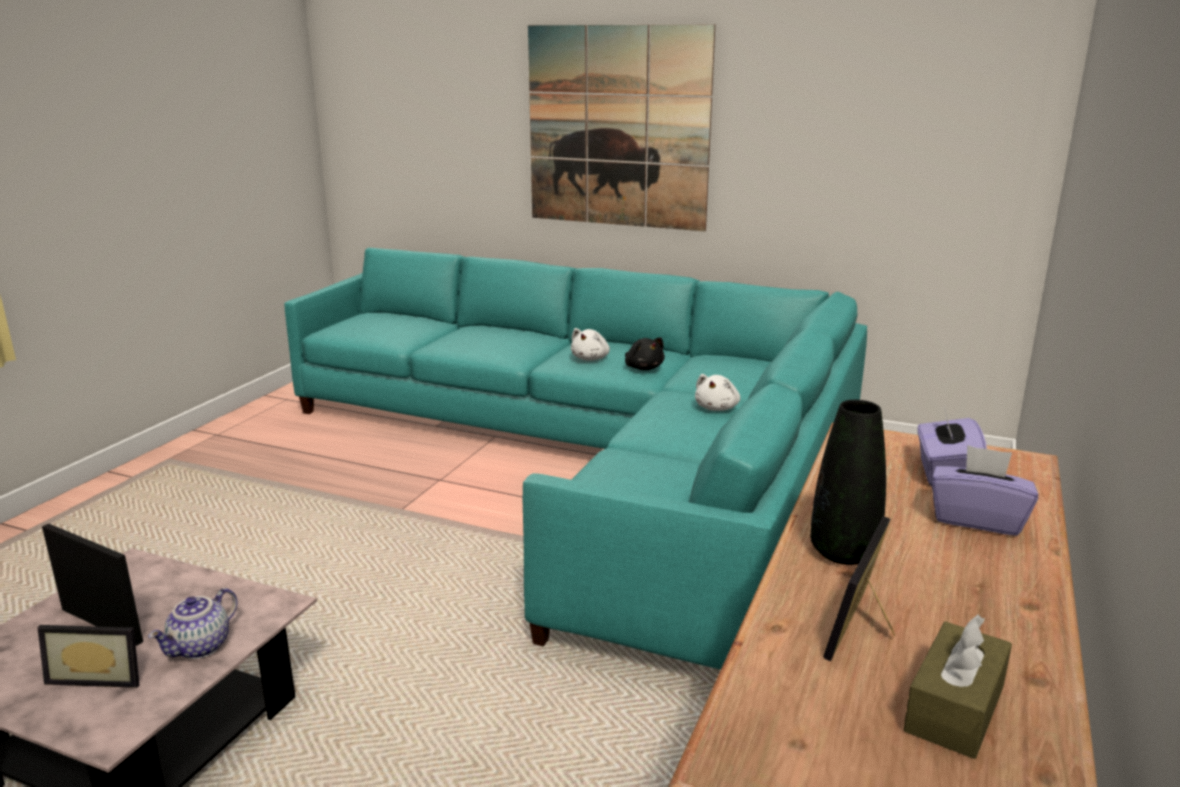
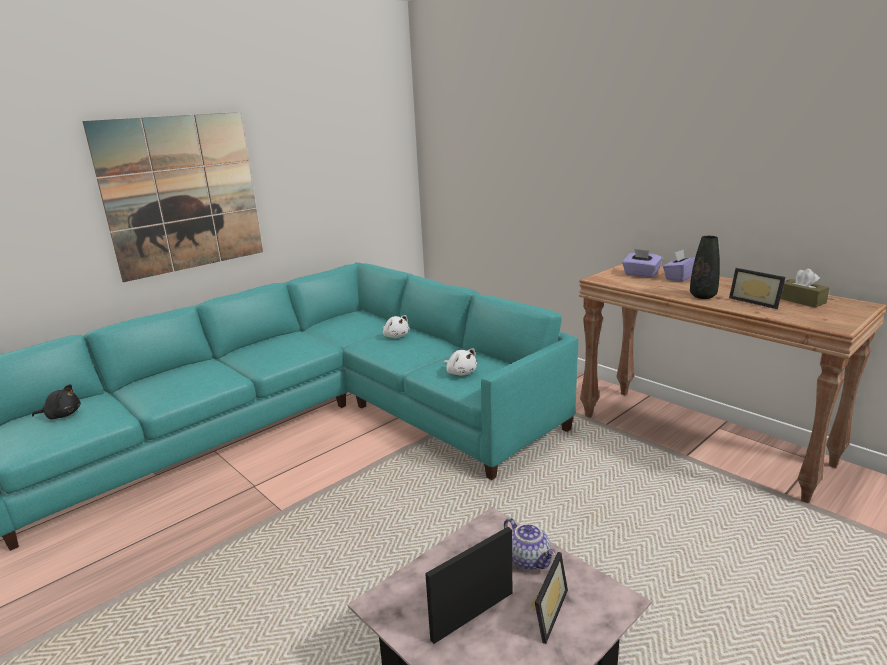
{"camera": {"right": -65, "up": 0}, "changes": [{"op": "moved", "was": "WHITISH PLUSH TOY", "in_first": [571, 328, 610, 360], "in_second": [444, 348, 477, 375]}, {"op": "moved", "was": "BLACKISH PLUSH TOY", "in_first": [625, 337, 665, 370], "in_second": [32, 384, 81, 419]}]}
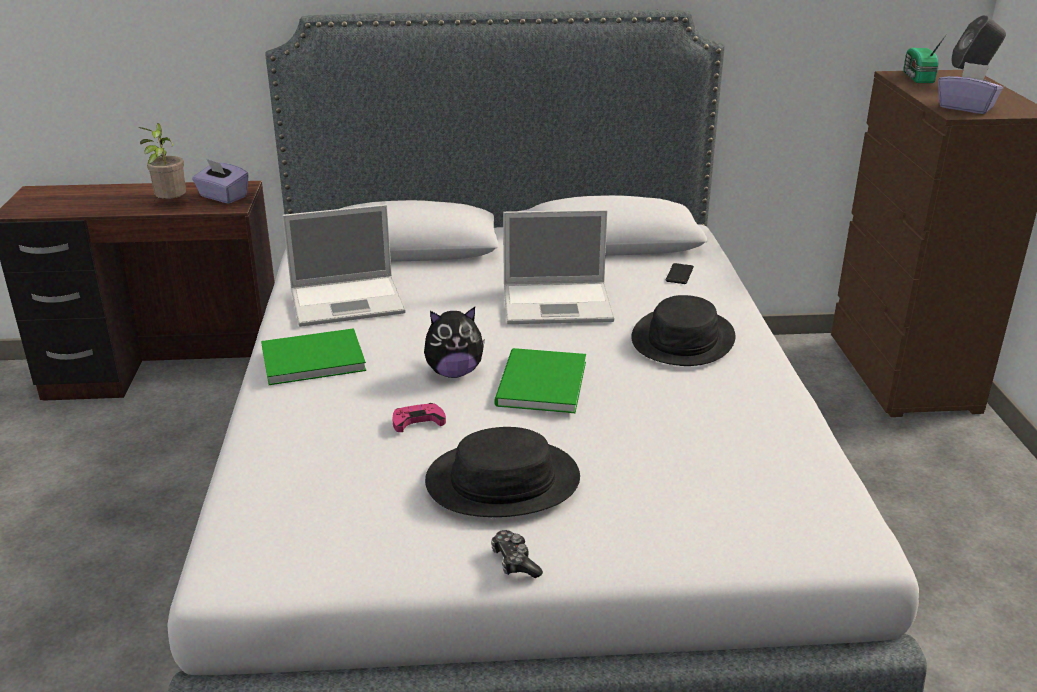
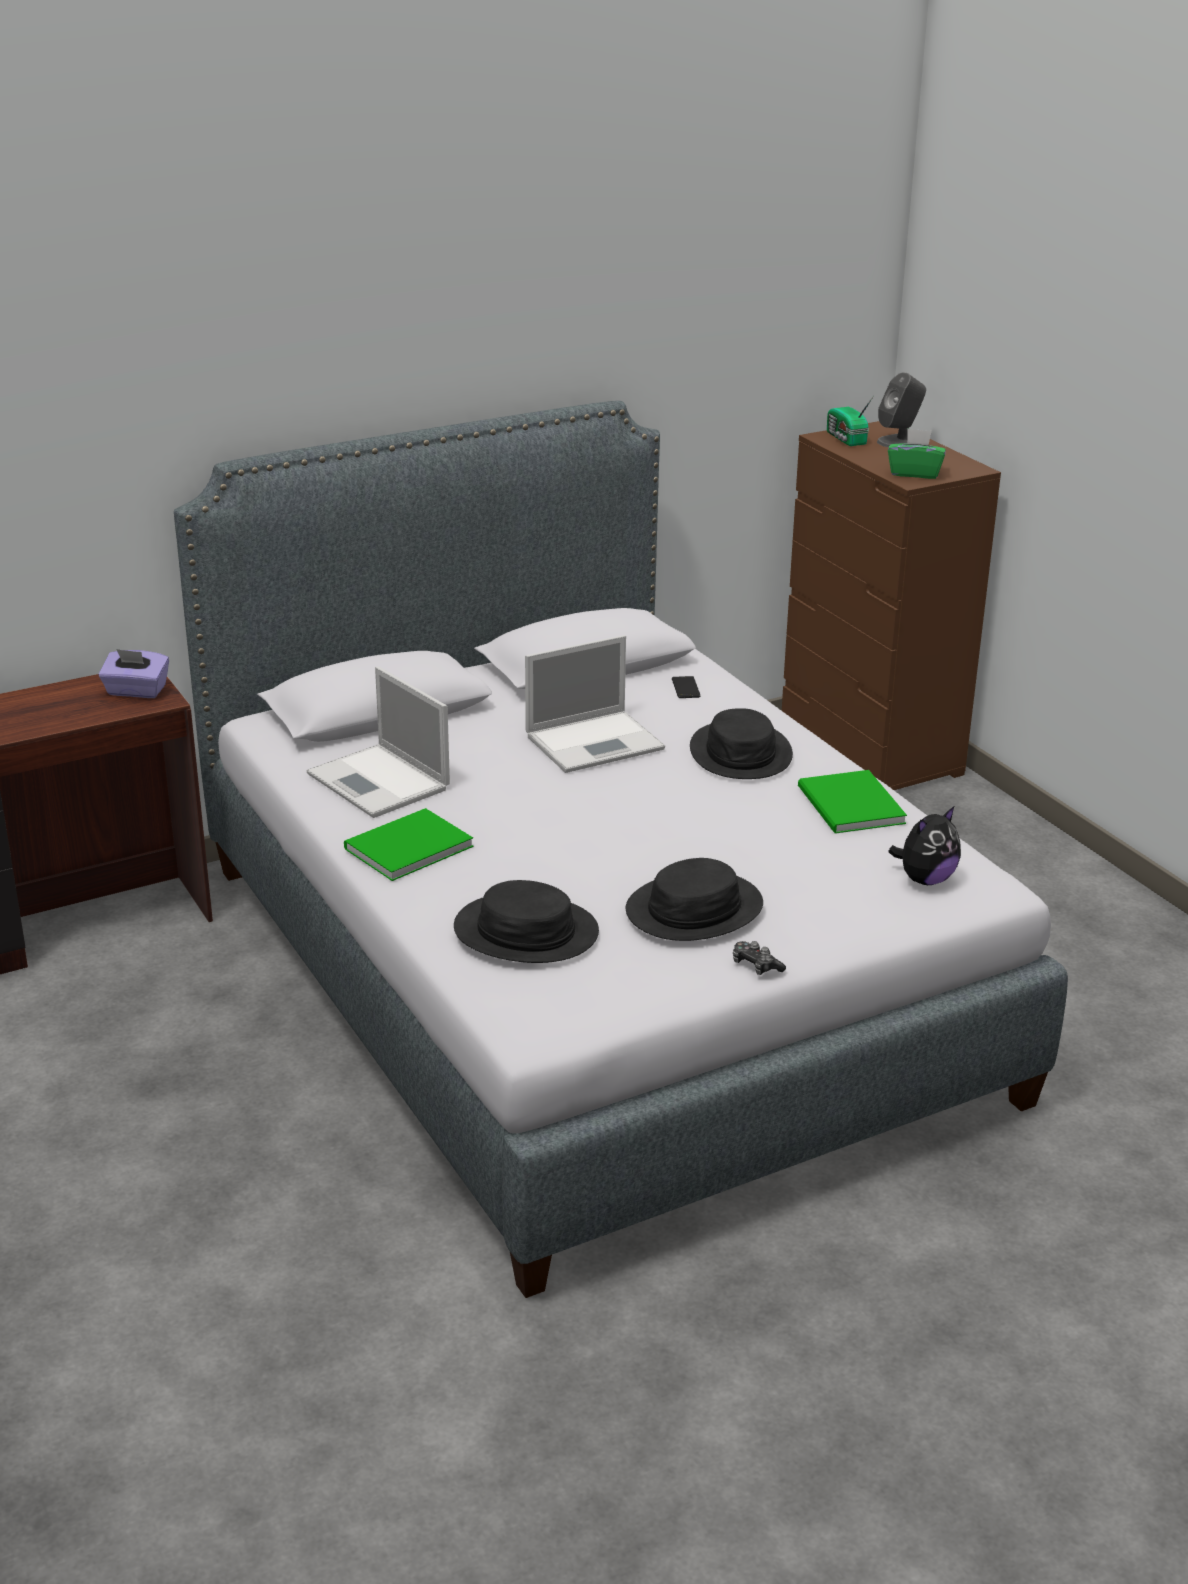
{"camera": {"right": -25, "up": 0}, "changes": [{"op": "removed", "was": "POTTED PLANT", "in_first": [139, 123, 186, 201]}, {"op": "removed", "was": "PINKISH JOYPAD", "in_first": [392, 403, 446, 432]}, {"op": "added", "now": "BLACKISH WEARABLE HAT", "in_second": [454, 880, 599, 963]}, {"op": "moved", "was": "PLUSH TOY", "in_first": [424, 307, 485, 378], "in_second": [889, 807, 961, 885]}, {"op": "moved", "was": "GREENISH VOLUME", "in_first": [494, 348, 586, 413], "in_second": [798, 770, 907, 834]}, {"op": "recoloured", "was": "PURPLE BOX OF TISSUES", "now": "GREENISH BOX OF TISSUES", "in_first": [938, 62, 1003, 114], "in_second": [888, 429, 946, 479]}, {"op": "turned", "was": "NOTEBOOK COMPUTER", "in_first": [282, 204, 406, 327], "in_second": [307, 666, 450, 818], "clockwise": 90}]}
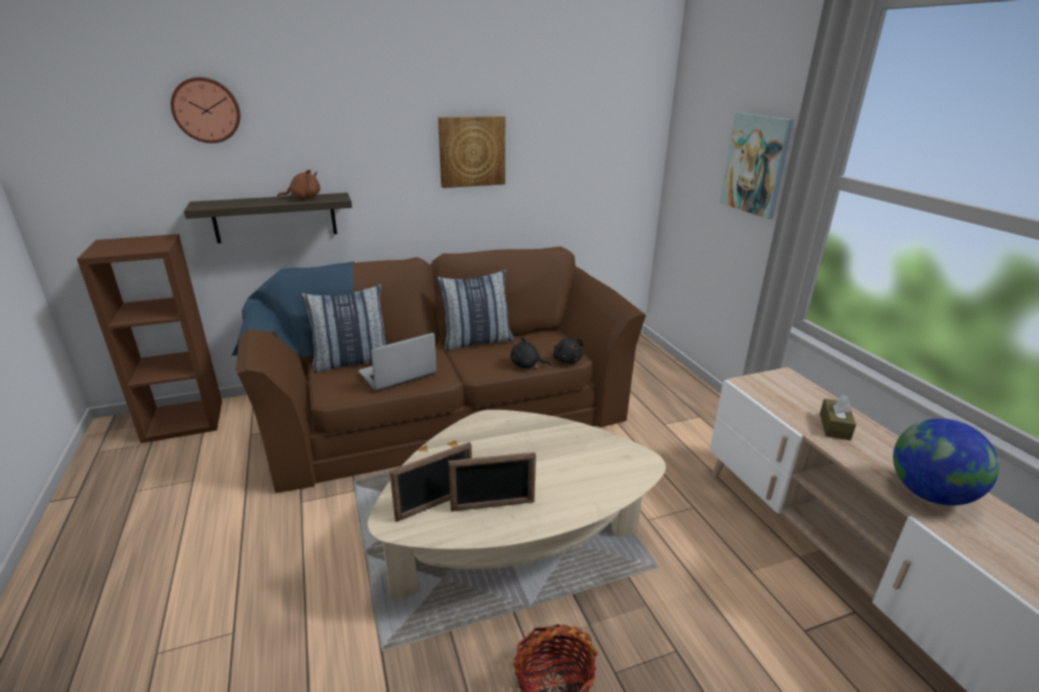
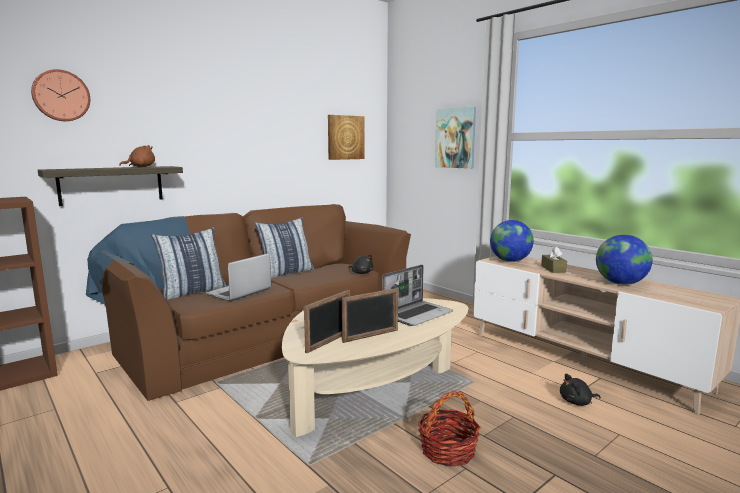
{"camera": {"right": -20, "up": -15}, "changes": [{"op": "added", "now": "NOTEBOOK COMPUTER", "in_second": [382, 265, 453, 326]}, {"op": "added", "now": "GLOBE", "in_second": [490, 220, 534, 262]}, {"op": "moved", "was": "PICTURE", "in_first": [438, 116, 505, 188], "in_second": [328, 115, 365, 160]}, {"op": "moved", "was": "BLACKISH PLUSH TOY", "in_first": [510, 336, 552, 368], "in_second": [560, 373, 601, 406]}]}
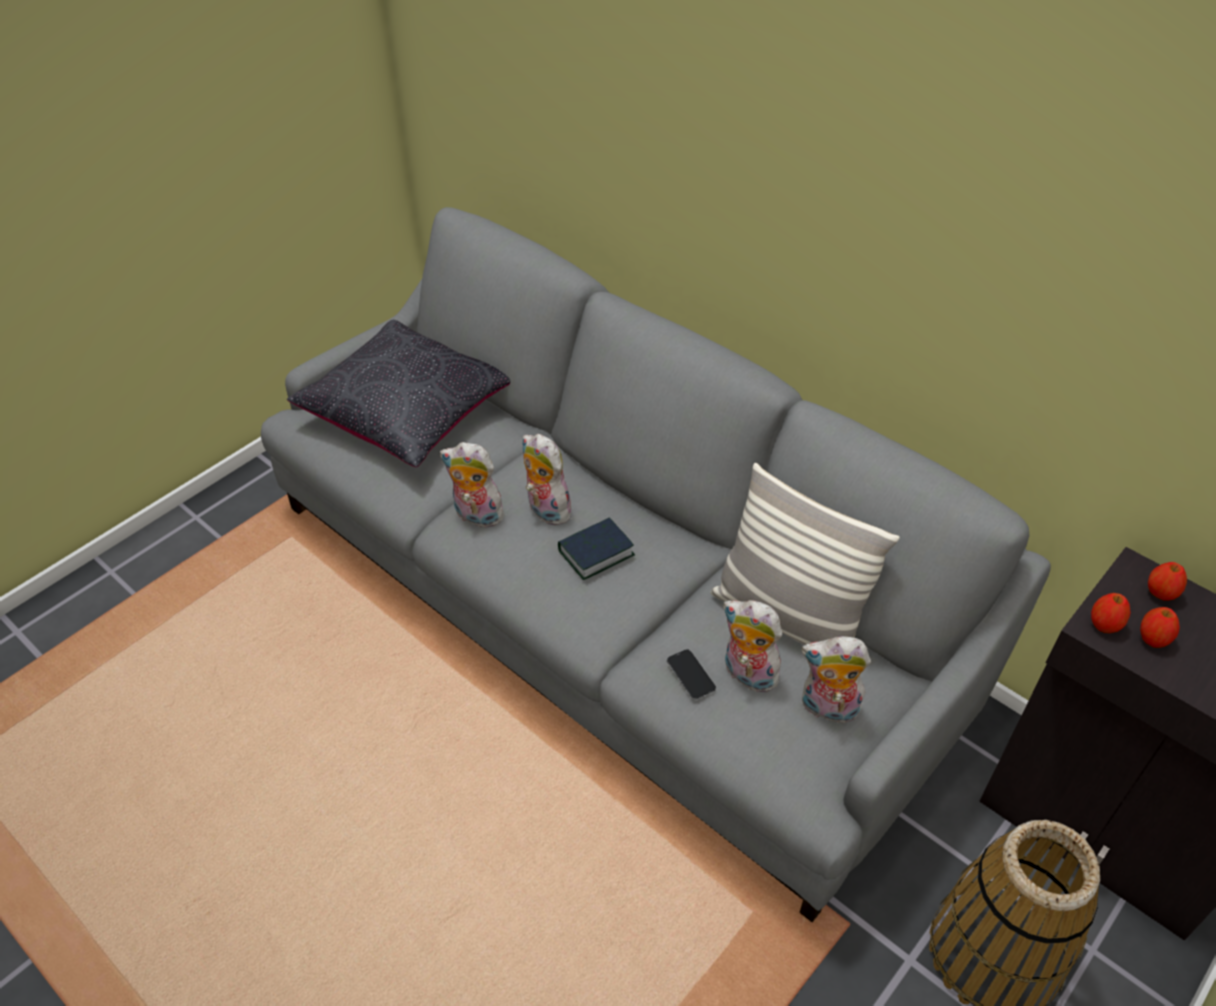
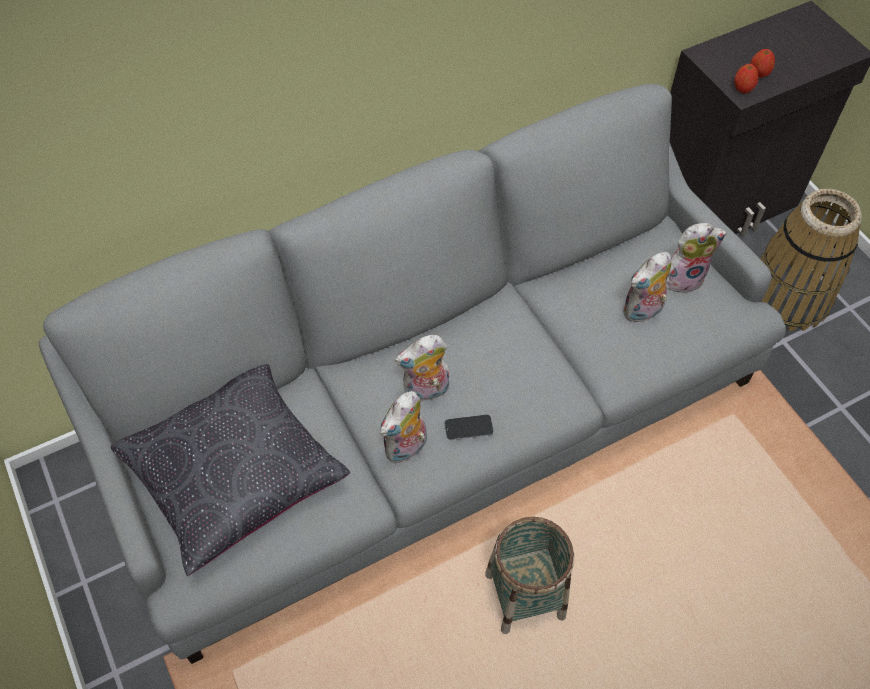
{"camera": {"right": -70, "up": 10}, "changes": [{"op": "removed", "was": "VOLUME", "in_first": [558, 517, 635, 580]}, {"op": "removed", "was": "CUSHION", "in_first": [710, 463, 900, 645]}, {"op": "removed", "was": "APPLE", "in_first": [1148, 562, 1187, 601]}, {"op": "added", "now": "HOUSEHOLD BASKET", "in_second": [485, 517, 574, 634]}, {"op": "moved", "was": "HANDSET", "in_first": [667, 649, 716, 700], "in_second": [445, 415, 493, 440]}, {"op": "turned", "was": "PLUSH TOY", "in_first": [802, 636, 871, 723], "in_second": [666, 223, 727, 294], "clockwise": -135}]}
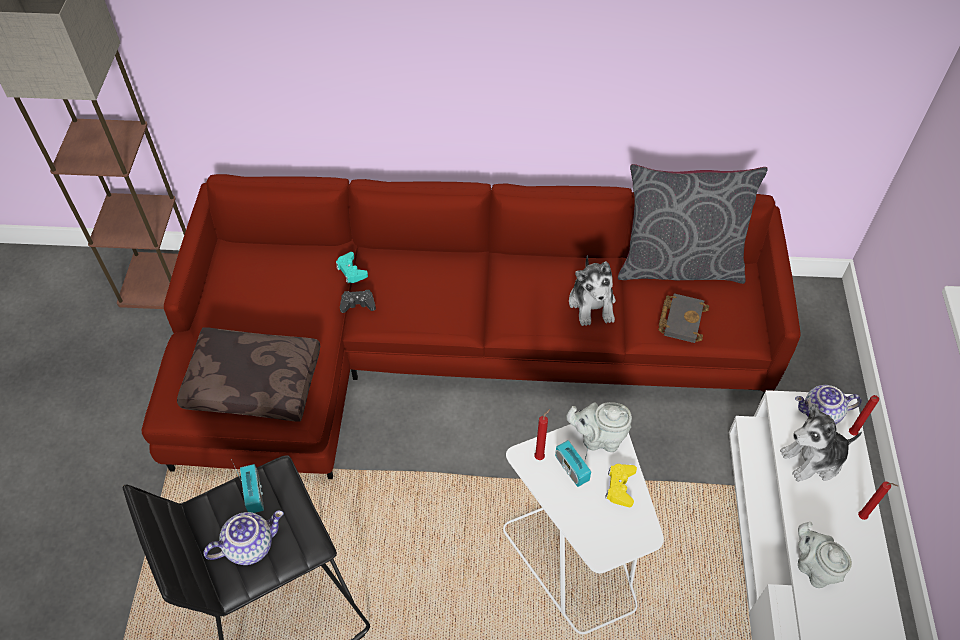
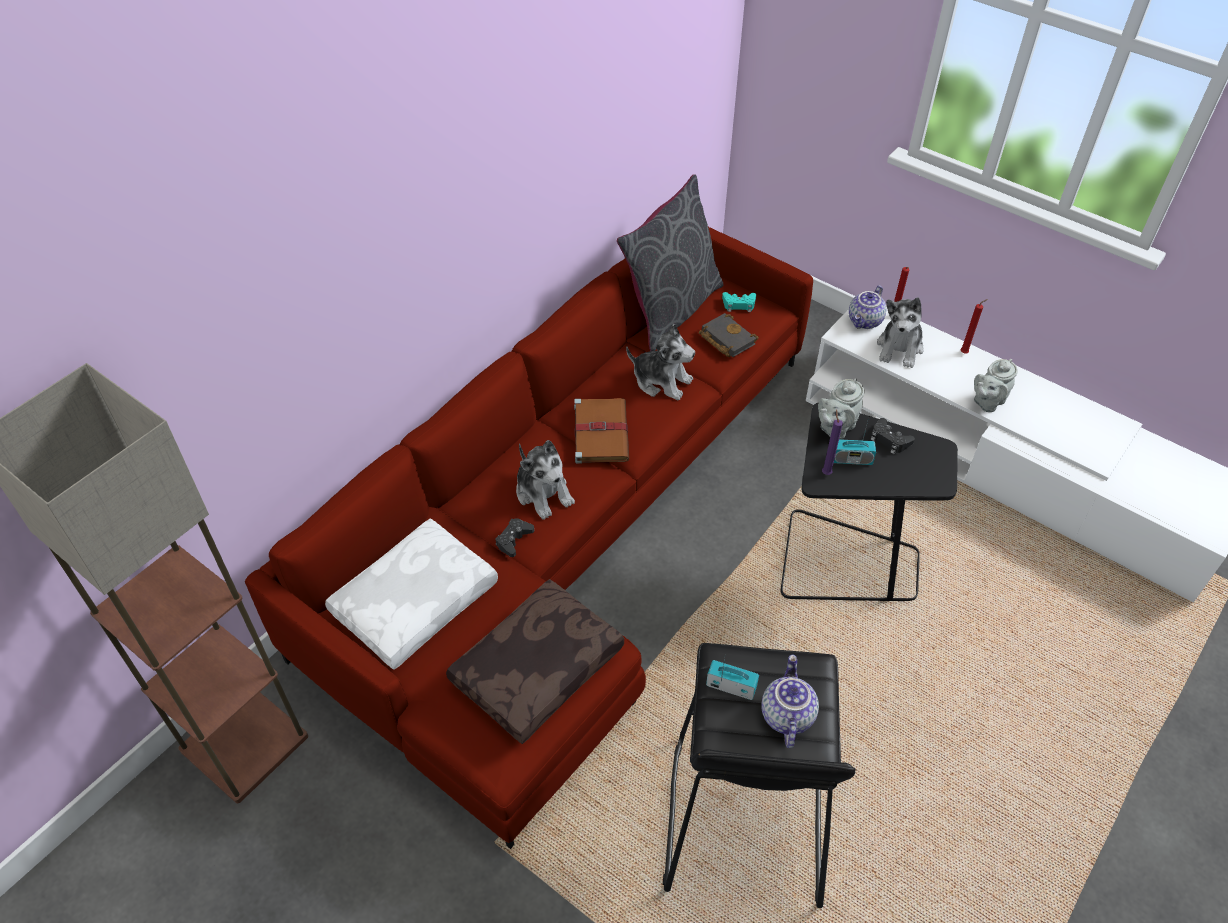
{"camera": {"right": -55, "up": -5}, "changes": [{"op": "added", "now": "WHITISH CUSHION", "in_second": [325, 518, 498, 670]}, {"op": "added", "now": "PLUSH TOY", "in_second": [516, 440, 575, 519]}, {"op": "added", "now": "BROWNISH VOLUME", "in_second": [574, 398, 629, 464]}, {"op": "moved", "was": "TURQUOISE-COLOURED JOYPAD", "in_first": [336, 252, 368, 283], "in_second": [722, 292, 756, 312]}, {"op": "recoloured", "was": "WHITISH SIDE TABLE", "now": "BLACKISH SIDE TABLE", "in_first": [503, 424, 664, 634], "in_second": [781, 403, 958, 601]}, {"op": "recoloured", "was": "RED-COLOURED WAX CANDLE", "now": "PURPLE WAX CANDLE", "in_first": [534, 409, 550, 460], "in_second": [822, 410, 843, 475]}, {"op": "recoloured", "was": "YELLOW JOYPAD", "now": "BLACKISH JOYPAD", "in_first": [605, 464, 637, 507], "in_second": [871, 418, 915, 454]}, {"op": "turned", "was": "GREY TEAPOT", "in_first": [798, 522, 852, 588], "in_second": [974, 359, 1018, 412], "clockwise": -45}]}
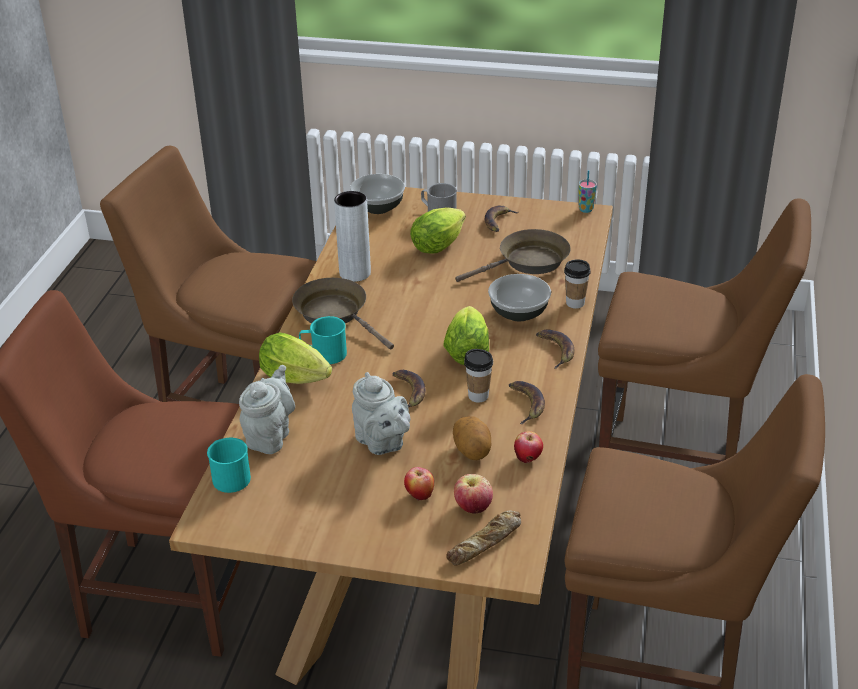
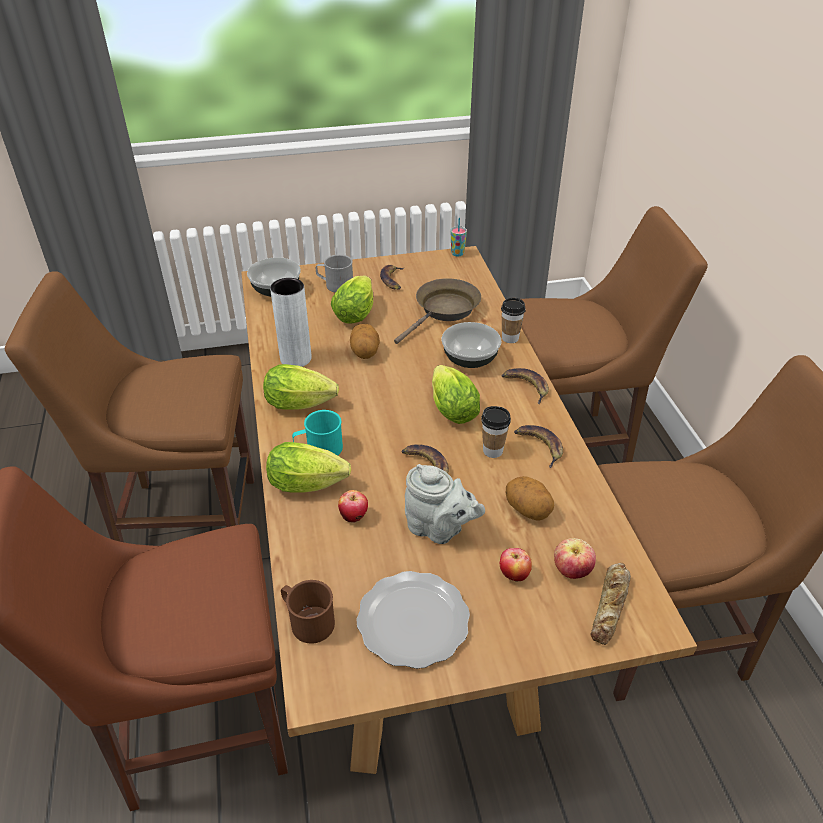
{"camera": {"right": -25, "up": 5}, "changes": [{"op": "removed", "was": "GREY TEAPOT", "in_first": [239, 365, 295, 454]}, {"op": "added", "now": "SPUD", "in_second": [350, 324, 380, 359]}, {"op": "added", "now": "PLATE", "in_second": [356, 571, 470, 669]}, {"op": "moved", "was": "APPLE", "in_first": [514, 431, 543, 463], "in_second": [338, 490, 368, 523]}, {"op": "replaced", "was": "BROWNISH FRYING PAN", "now": "HEAD OF LETTUCE", "in_first": [292, 278, 394, 349], "in_second": [263, 364, 339, 410]}, {"op": "recoloured", "was": "TURQUOISE-COLOURED MUG", "now": "BROWNISH MUG", "in_first": [207, 438, 251, 493], "in_second": [281, 580, 335, 644]}]}
